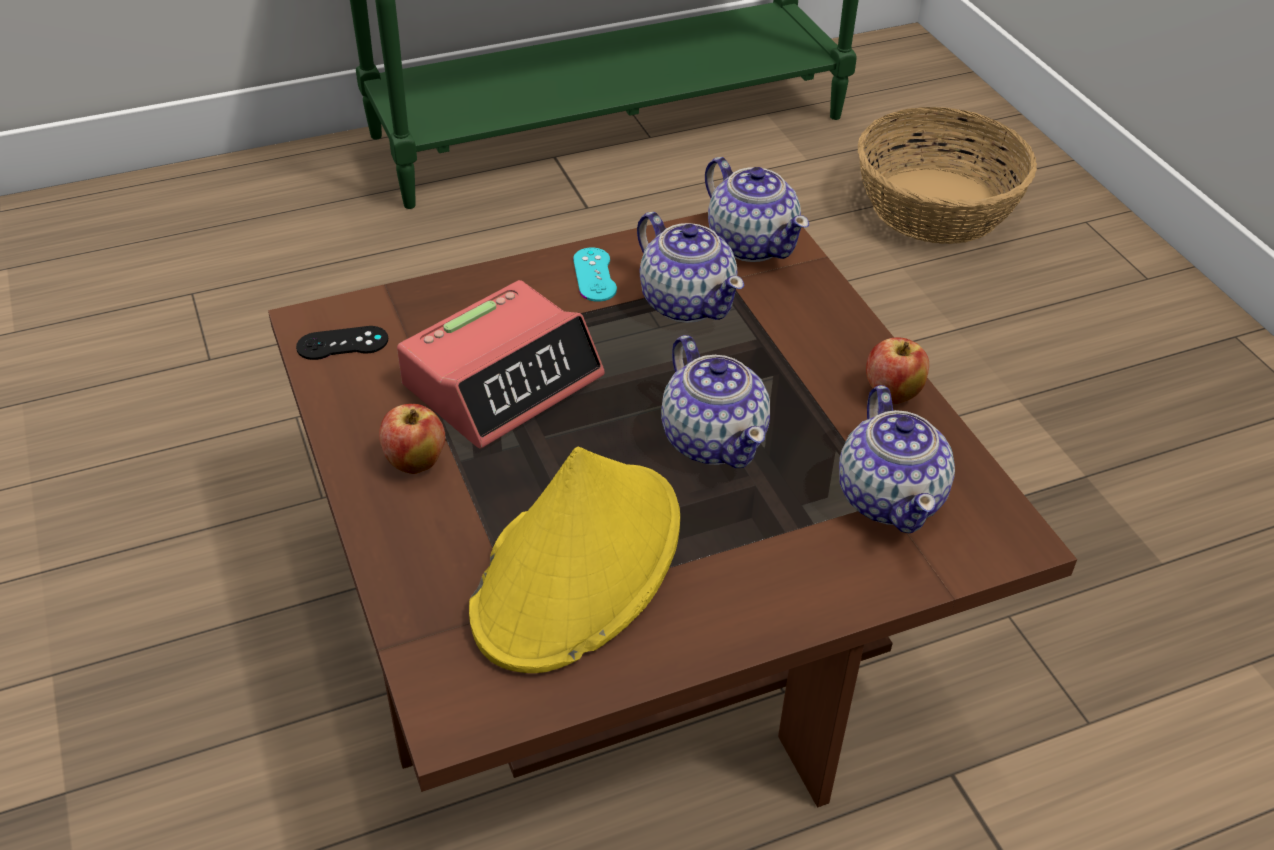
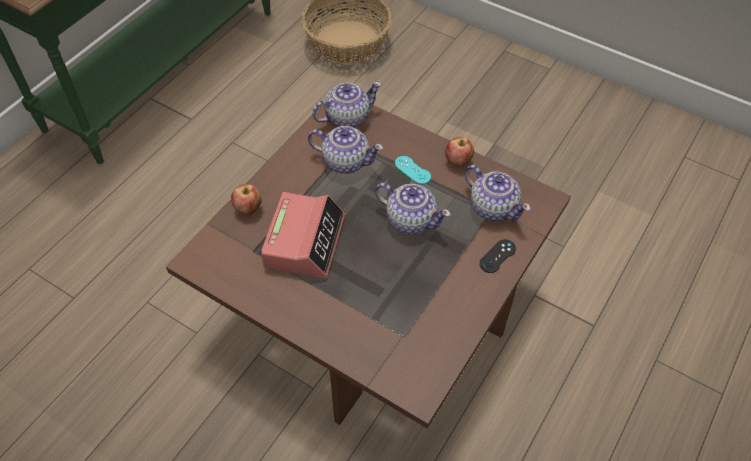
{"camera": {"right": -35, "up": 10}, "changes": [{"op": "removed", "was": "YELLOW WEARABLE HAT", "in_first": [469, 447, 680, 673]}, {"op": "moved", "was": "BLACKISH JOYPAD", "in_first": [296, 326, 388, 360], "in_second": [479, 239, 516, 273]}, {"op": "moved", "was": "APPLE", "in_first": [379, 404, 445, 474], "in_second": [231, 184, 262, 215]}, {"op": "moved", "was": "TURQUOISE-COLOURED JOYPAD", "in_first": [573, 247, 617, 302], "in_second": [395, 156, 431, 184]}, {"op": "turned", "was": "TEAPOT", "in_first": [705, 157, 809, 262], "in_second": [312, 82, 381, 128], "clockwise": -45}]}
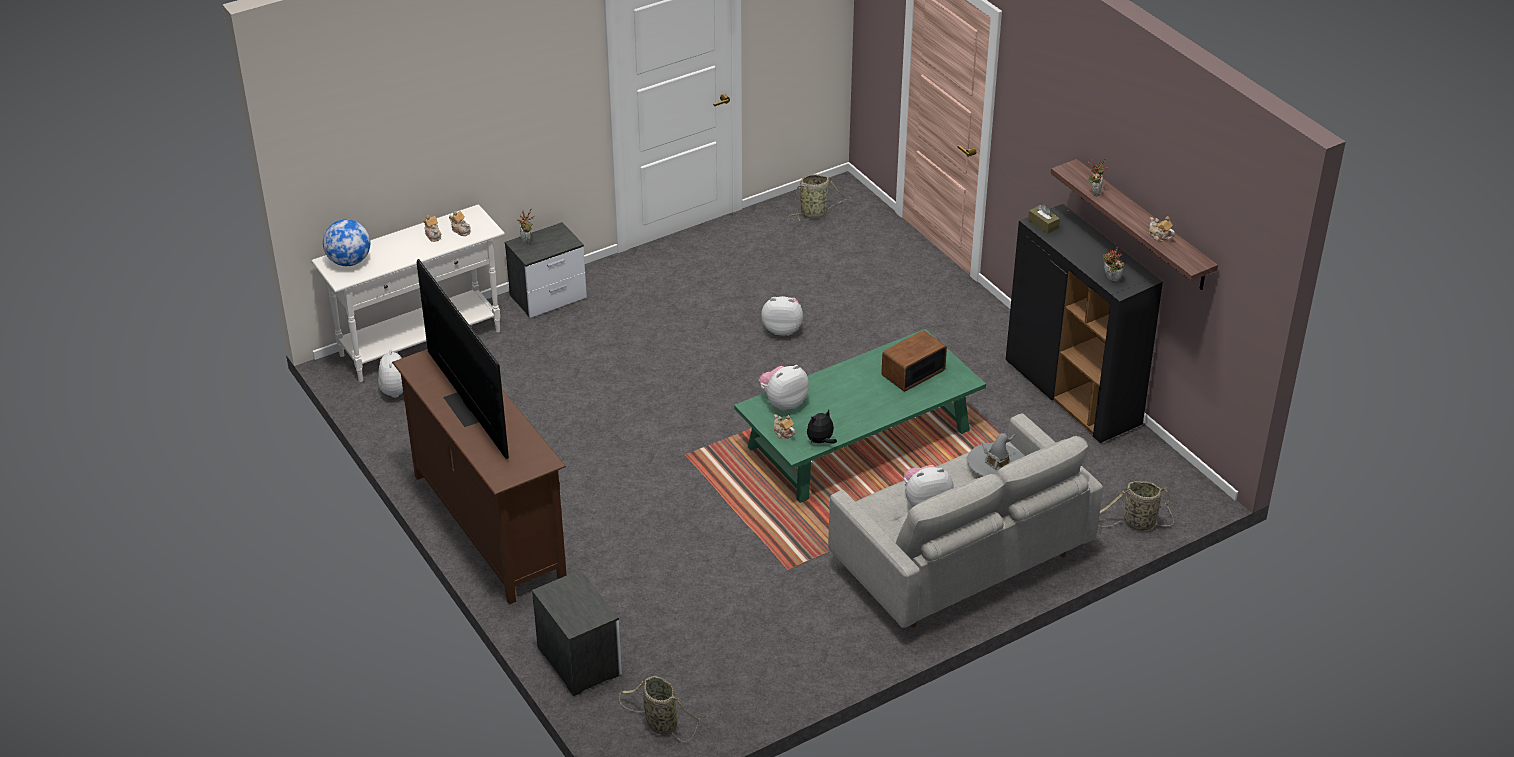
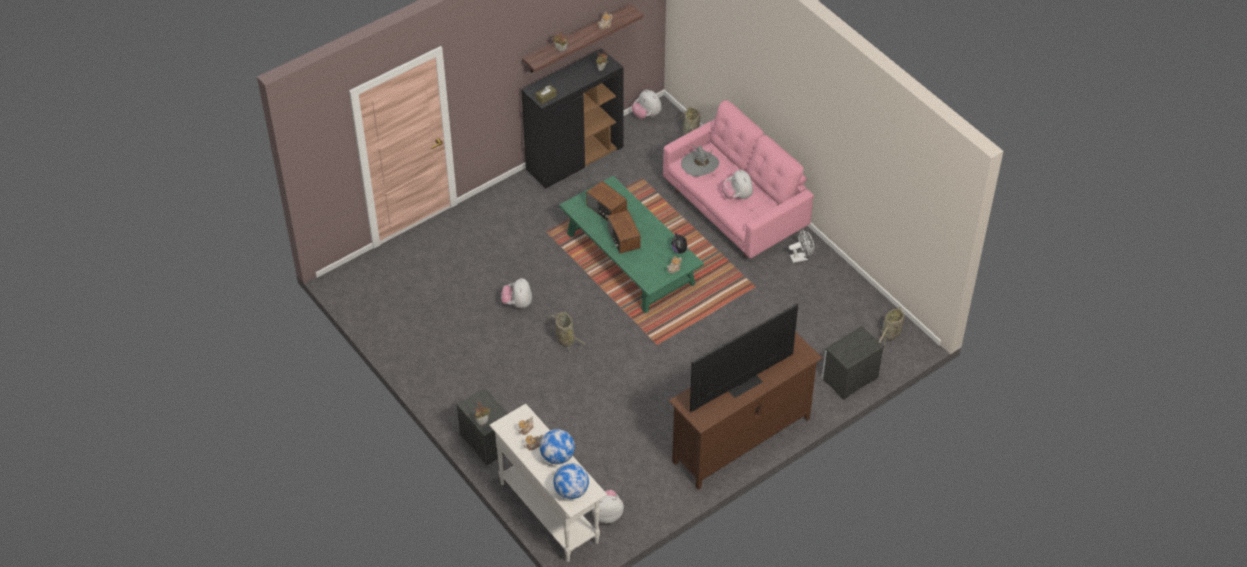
{"camera": {"right": -95, "up": 10}, "changes": [{"op": "added", "now": "GLOBE", "in_second": [540, 429, 575, 465]}, {"op": "added", "now": "RADIO RECEIVER", "in_second": [608, 210, 641, 254]}, {"op": "added", "now": "WHITISH ELECTRIC FAN", "in_second": [789, 229, 814, 263]}, {"op": "moved", "was": "PLUSH TOY", "in_first": [759, 365, 809, 411], "in_second": [632, 89, 662, 119]}, {"op": "moved", "was": "HOUSEHOLD BASKET", "in_first": [788, 174, 850, 222], "in_second": [549, 312, 585, 354]}, {"op": "recoloured", "was": "GREY SOFA", "now": "PINKISH SOFA", "in_first": [828, 413, 1103, 628], "in_second": [663, 100, 814, 258]}]}
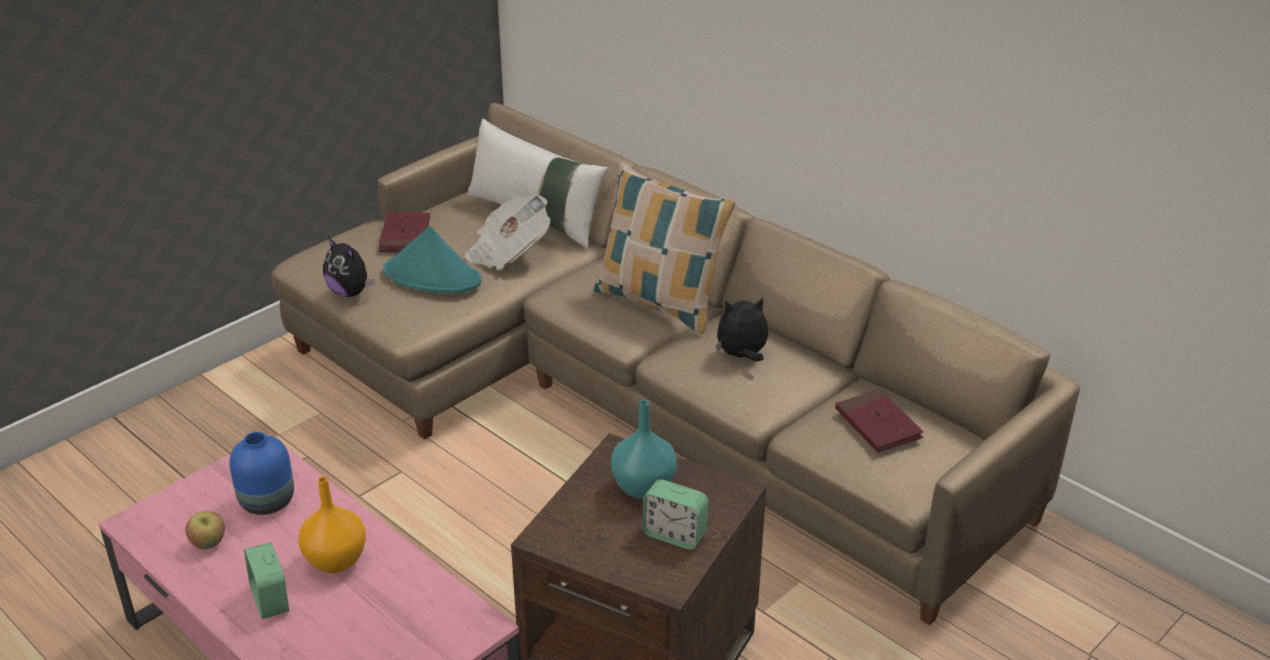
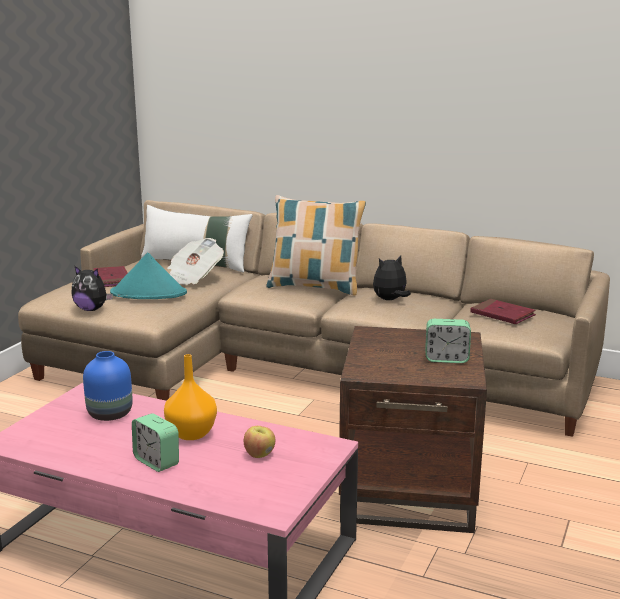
{"camera": {"right": -20, "up": -15}, "changes": [{"op": "removed", "was": "TURQUOISE-COLOURED VASE", "in_first": [611, 400, 677, 499]}, {"op": "moved", "was": "APPLE", "in_first": [185, 511, 225, 549], "in_second": [244, 426, 275, 458]}]}
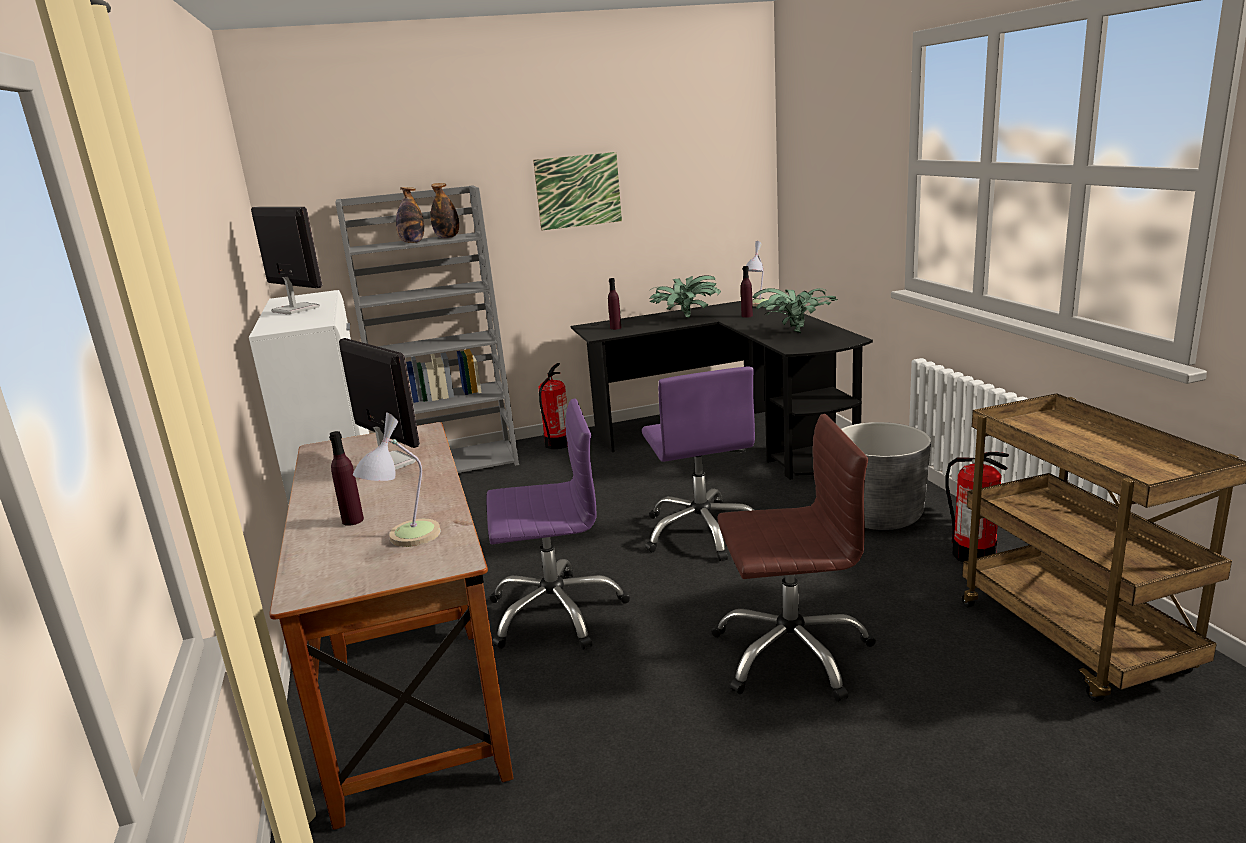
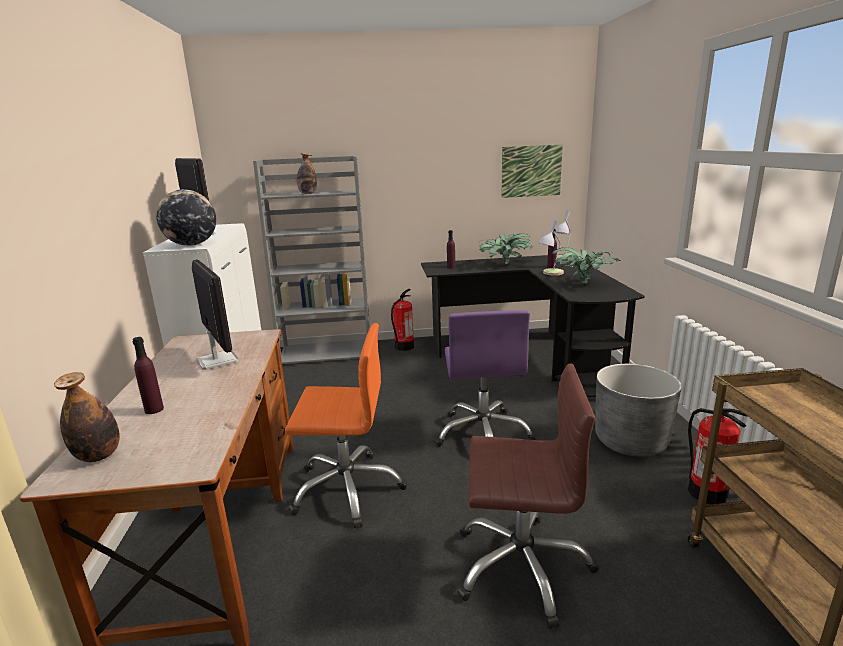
{"camera": {"right": 10, "up": 0}, "changes": [{"op": "added", "now": "GLOBE", "in_second": [156, 189, 216, 246]}, {"op": "moved", "was": "TABLE LAMP", "in_first": [353, 412, 441, 547], "in_second": [538, 220, 564, 275]}, {"op": "moved", "was": "DRINK BOTTLE", "in_first": [431, 183, 459, 238], "in_second": [54, 372, 120, 462]}, {"op": "moved", "was": "PICTURE", "in_first": [533, 152, 622, 231], "in_second": [501, 144, 563, 198]}, {"op": "recoloured", "was": "PURPLE OFFICE CHAIR", "now": "ORANGEY OFFICE CHAIR", "in_first": [487, 399, 630, 650], "in_second": [285, 323, 407, 528]}]}
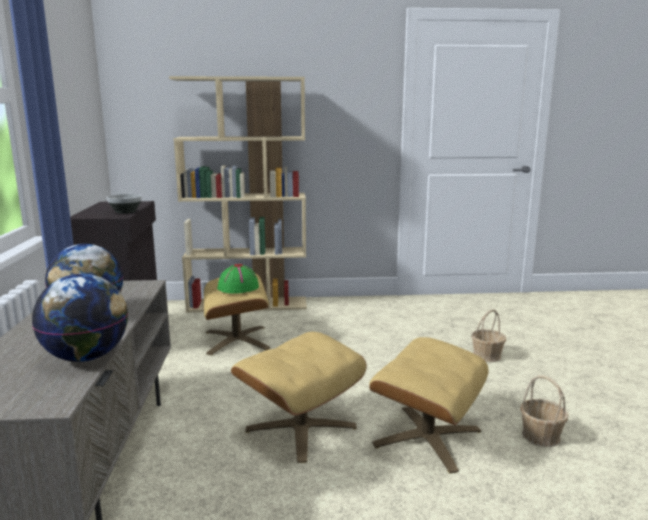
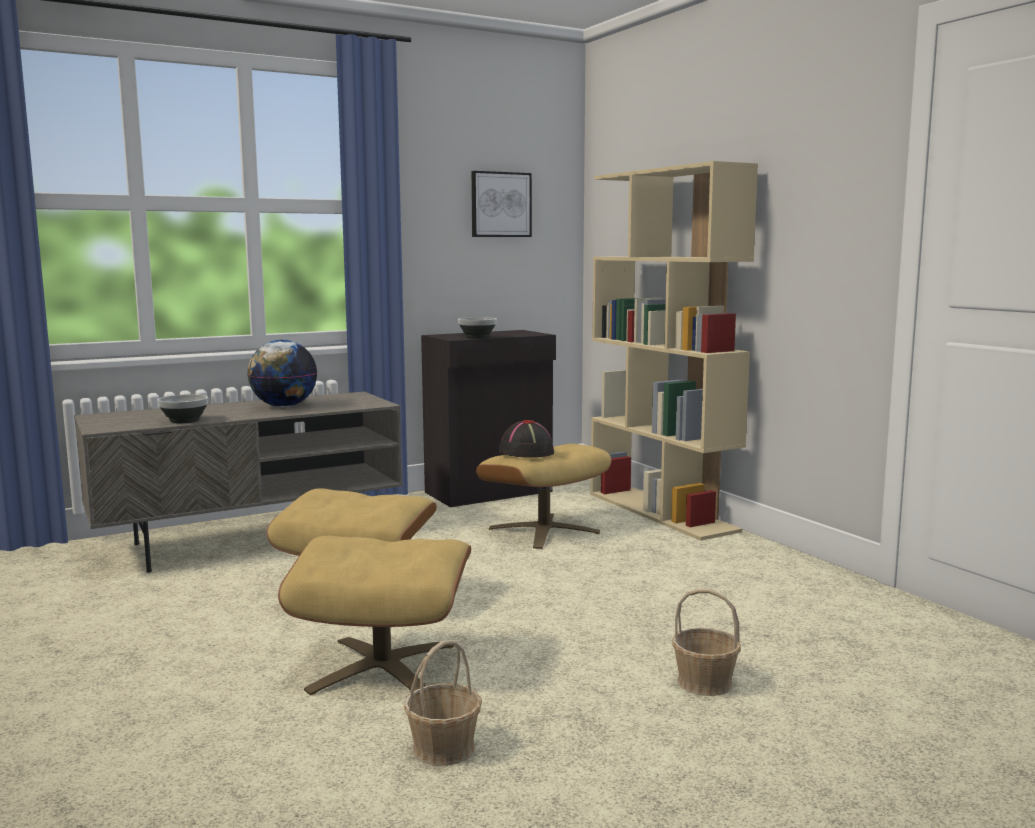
{"camera": {"right": 65, "up": -5}, "changes": [{"op": "added", "now": "PICTURE", "in_second": [471, 171, 532, 237]}, {"op": "replaced", "was": "GLOBE", "now": "SERVING BOWL", "in_first": [32, 274, 128, 362], "in_second": [158, 394, 208, 423]}, {"op": "recoloured", "was": "GREENISH WEARABLE HAT", "now": "BLACKISH WEARABLE HAT", "in_first": [217, 264, 259, 294], "in_second": [499, 420, 554, 458]}]}
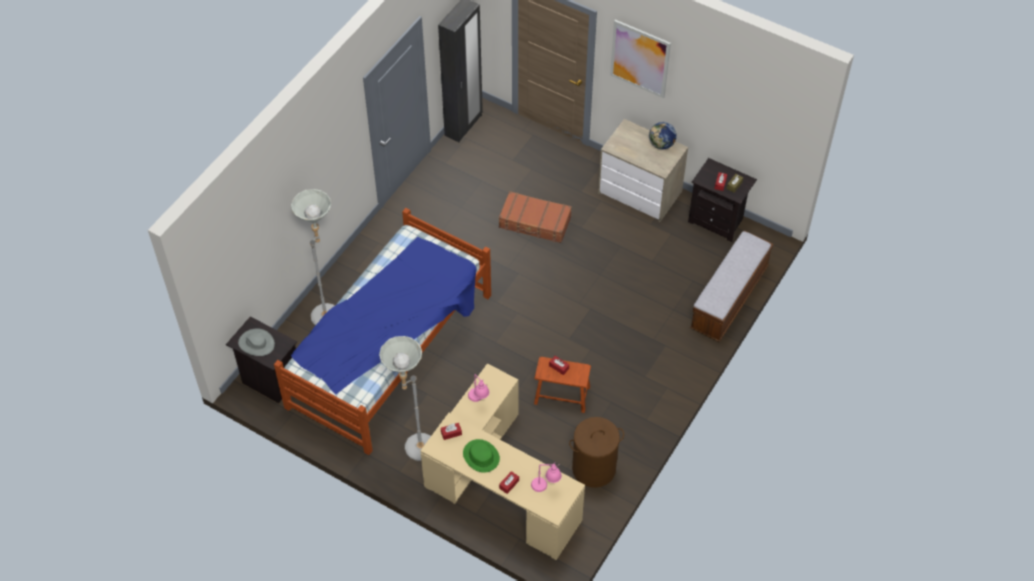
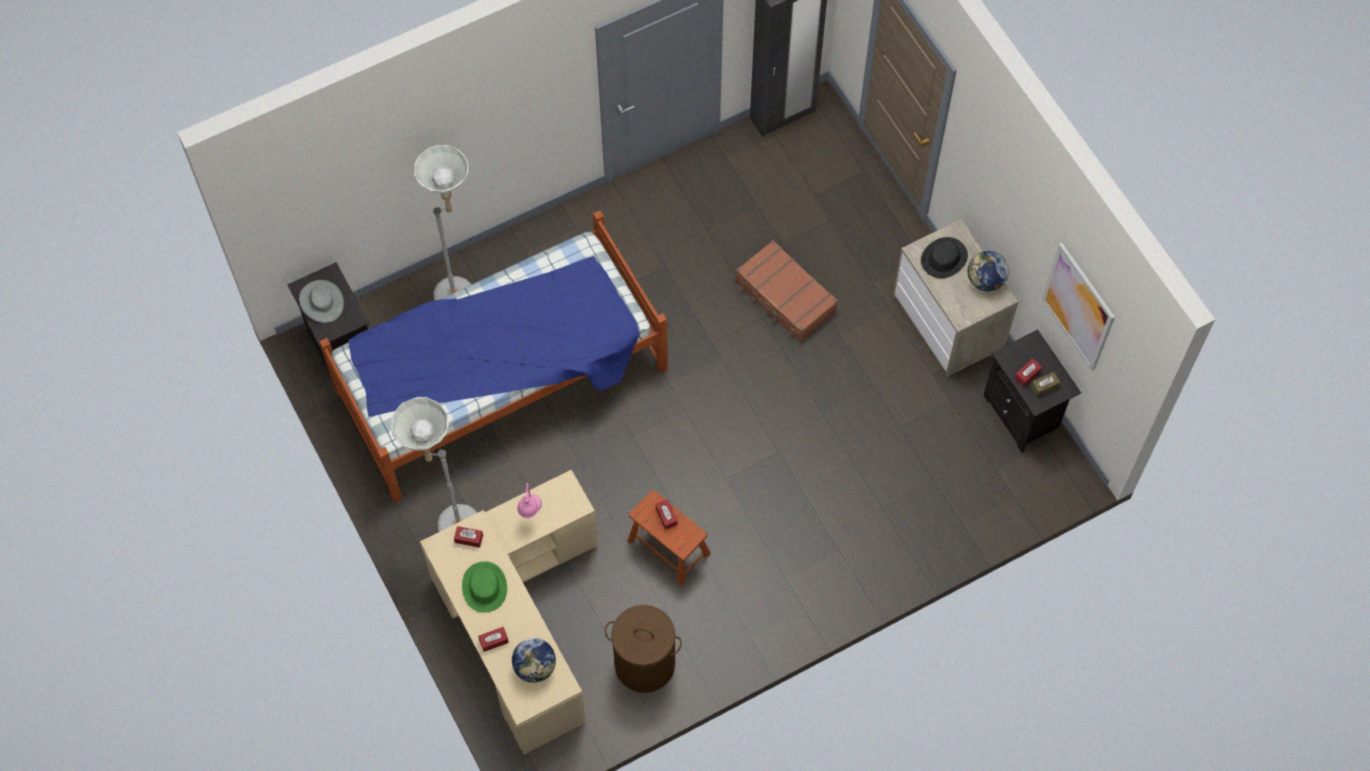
{"camera": {"right": 30, "up": 10}, "changes": [{"op": "removed", "was": "INDOOR BENCH", "in_first": [690, 231, 773, 342]}, {"op": "added", "now": "BLACKISH WEARABLE HAT", "in_second": [921, 237, 968, 278]}, {"op": "moved", "was": "PICTURE", "in_first": [610, 20, 671, 98], "in_second": [1042, 243, 1115, 371]}, {"op": "replaced", "was": "PINKISH TABLE LAMP", "now": "GLOBE", "in_first": [531, 462, 562, 492], "in_second": [511, 638, 556, 683]}]}
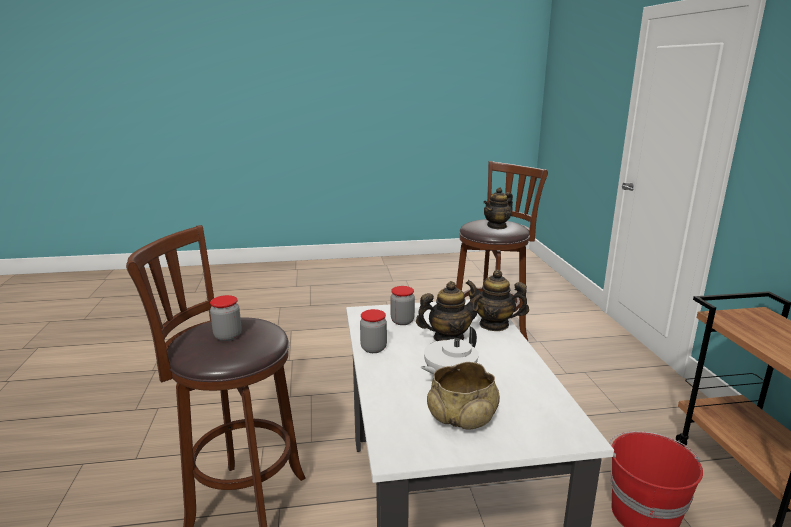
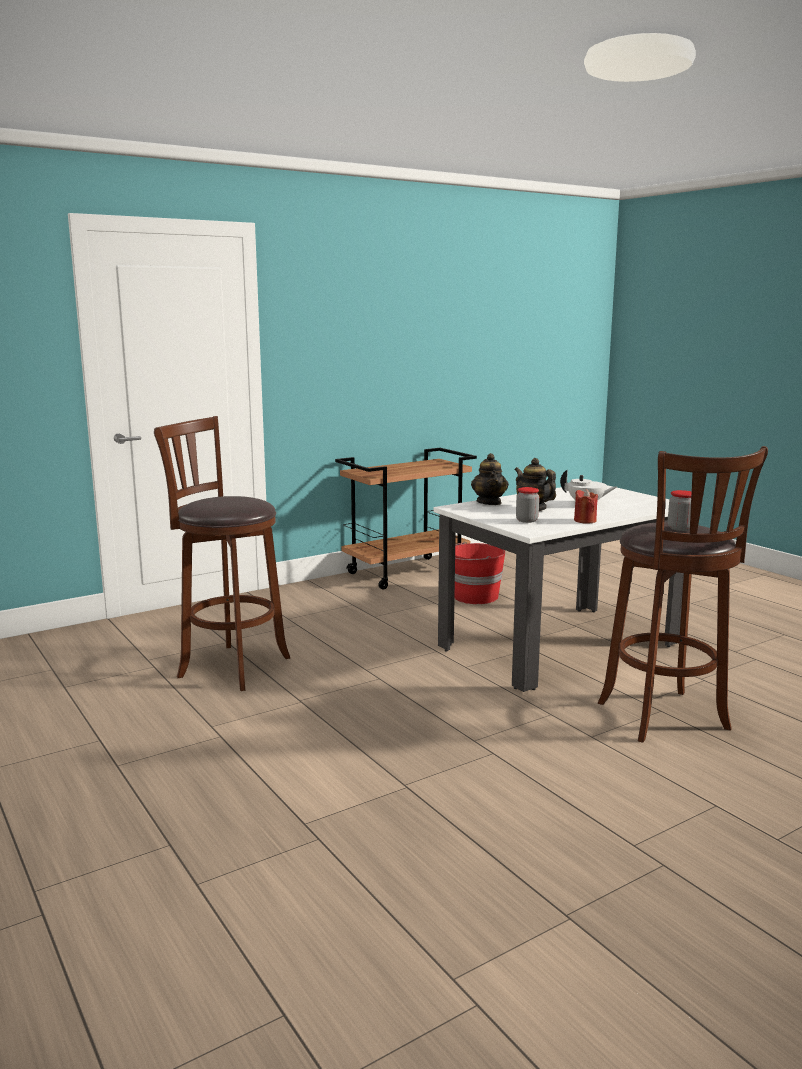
{"camera": {"right": -115, "up": -5}, "changes": [{"op": "removed", "was": "SAND-COLOURED SERVING BOWL", "in_first": [427, 362, 500, 430]}, {"op": "removed", "was": "TEAPOT", "in_first": [483, 187, 513, 229]}, {"op": "replaced", "was": "STORAGE JAR", "now": "RED-COLOURED WAX CANDLE", "in_first": [360, 309, 387, 353], "in_second": [574, 489, 598, 523]}]}
